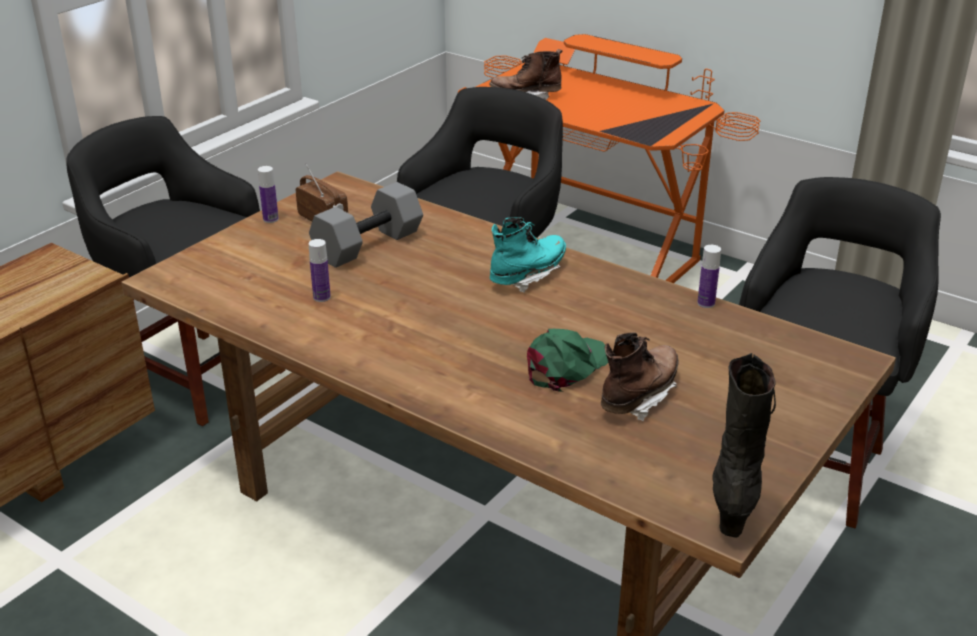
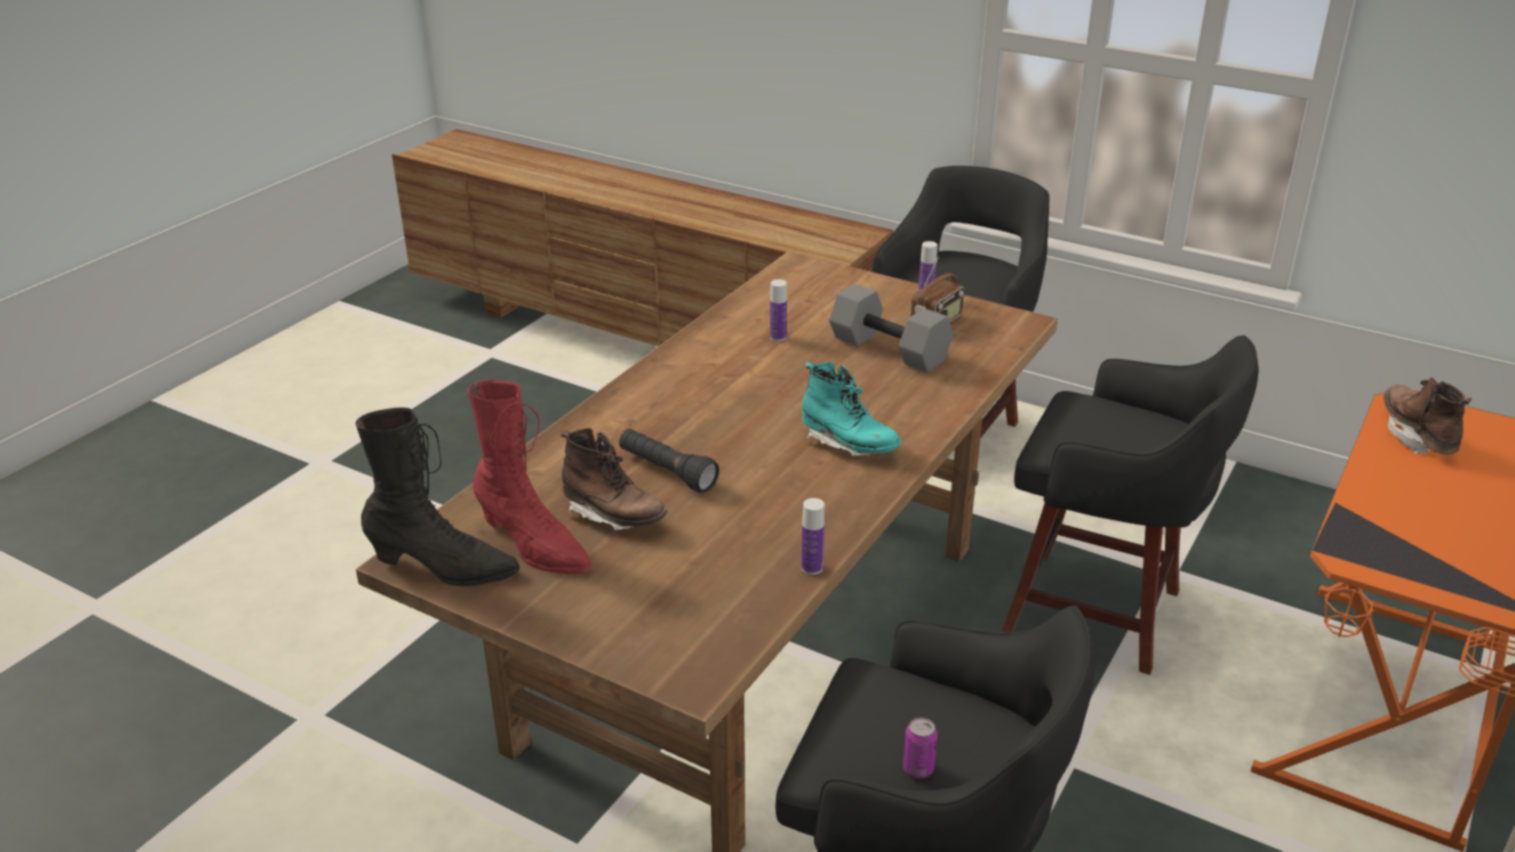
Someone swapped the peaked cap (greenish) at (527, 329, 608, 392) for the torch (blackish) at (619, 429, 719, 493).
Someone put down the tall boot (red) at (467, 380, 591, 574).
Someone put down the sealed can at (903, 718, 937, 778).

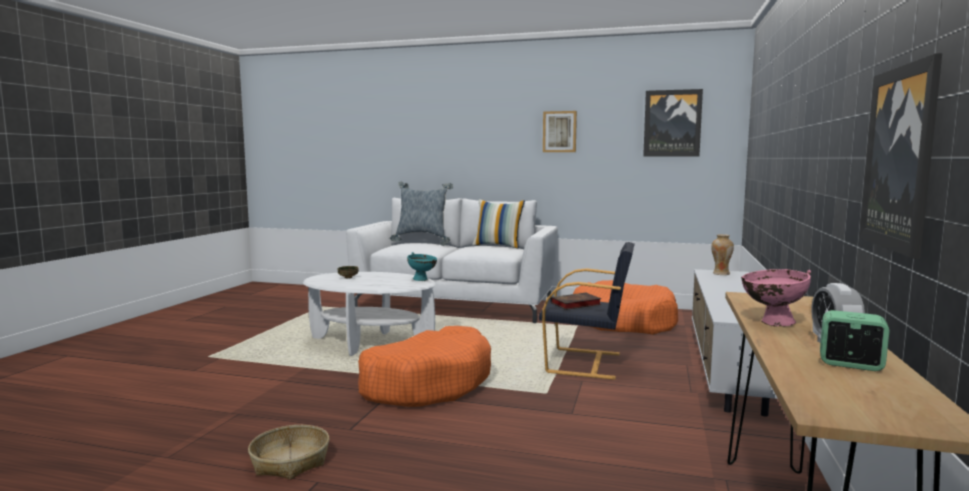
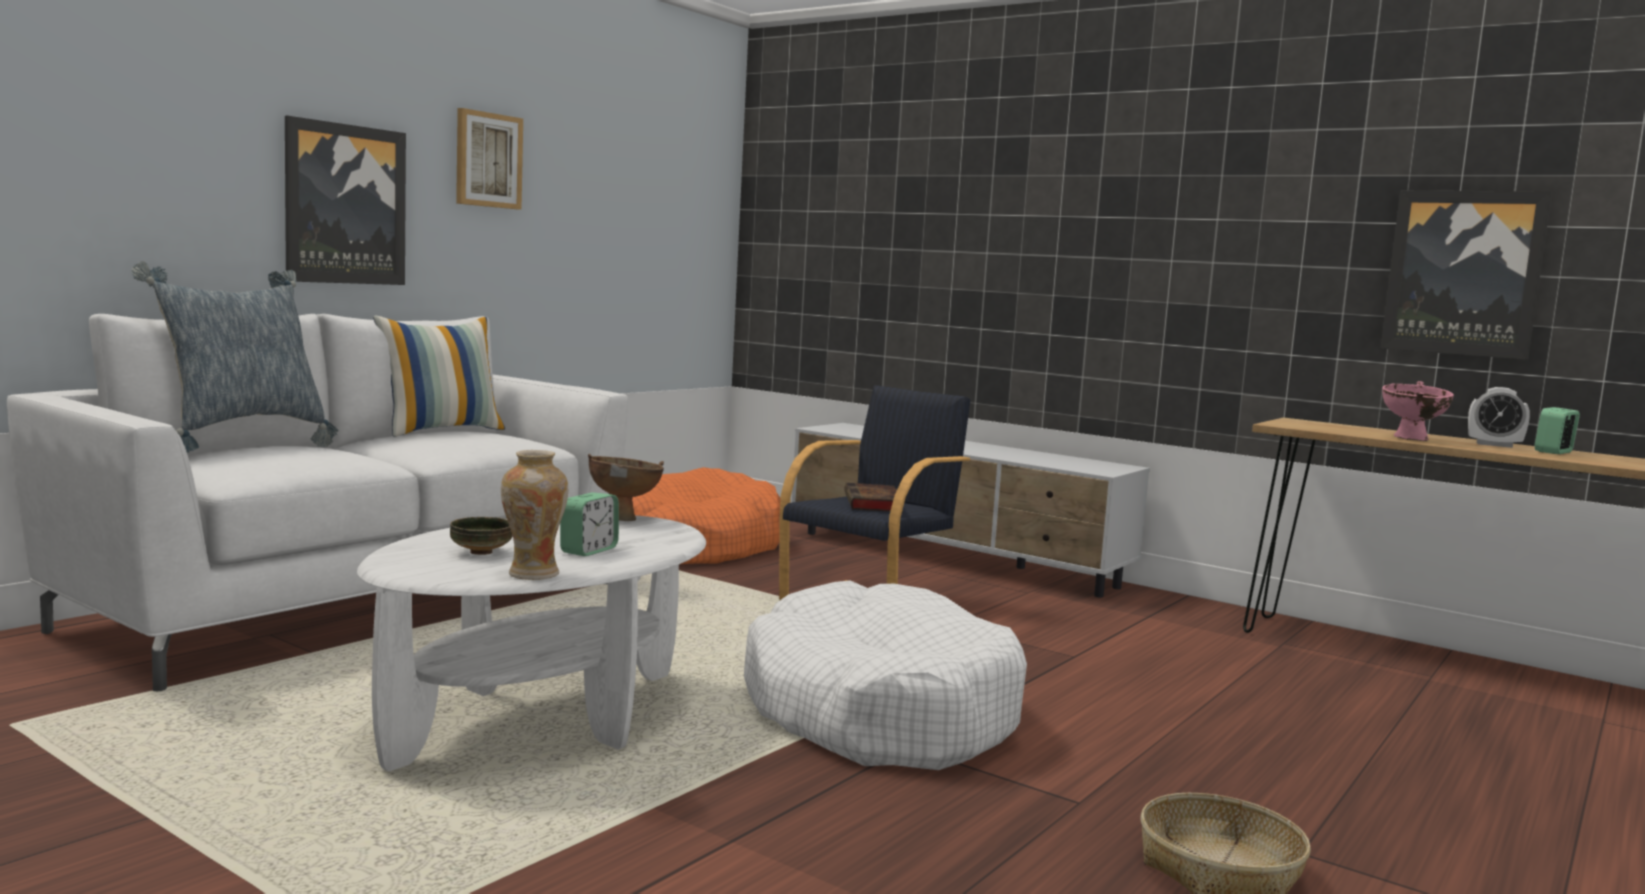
Someone repainted the pet bed (orange) at (358, 326, 491, 407), which became the pet bed (white-coloured) at (744, 580, 1027, 770).
Someone repainted the bowl (turquoise) at (407, 252, 437, 281), which became the bowl (brownish) at (588, 454, 664, 521).
Someone carried the wall art from (643, 89, 703, 156) to (285, 116, 406, 285).
Someone carried the vase from (711, 234, 734, 275) to (501, 450, 568, 580).
Someone put down the alarm clock at (560, 492, 619, 556).

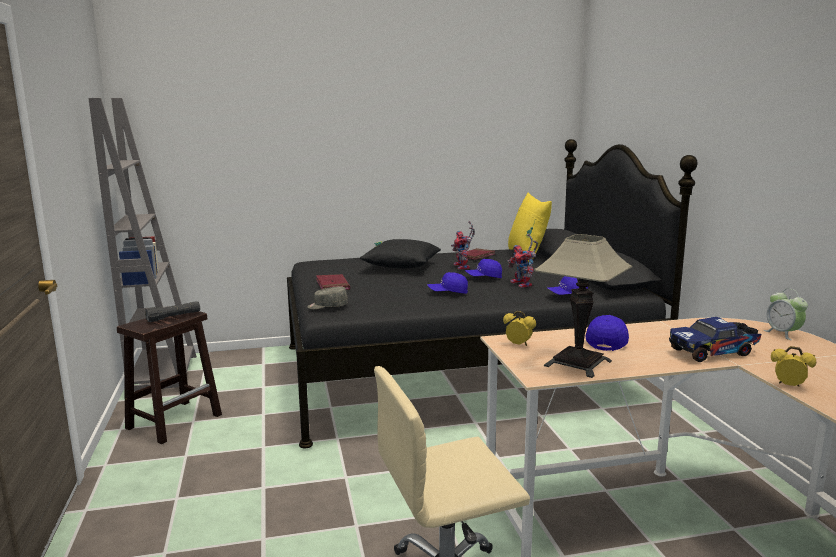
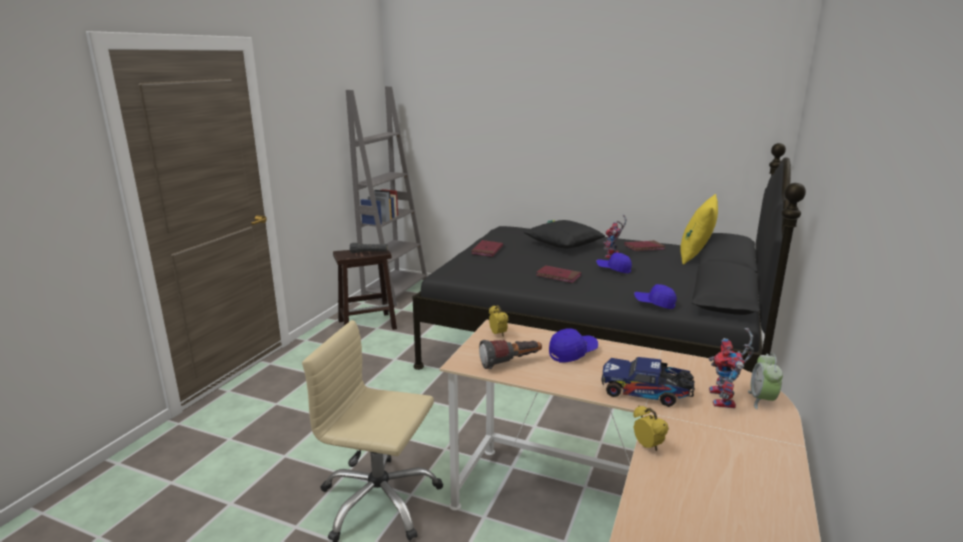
Someone took away the peaked cap (greyish) at (307, 286, 348, 309).
Someone swapped the peaked cap (blue-coloured) at (427, 272, 468, 294) for the book (red) at (536, 265, 581, 283).
Someone carried the robot figure from (507, 234, 538, 288) to (709, 328, 754, 408).
Someone swapped the table lamp at (534, 234, 632, 378) for the torch at (479, 340, 542, 369).

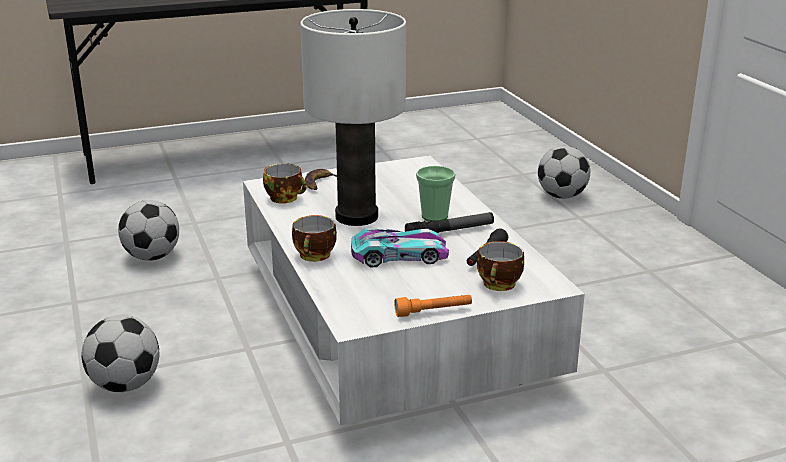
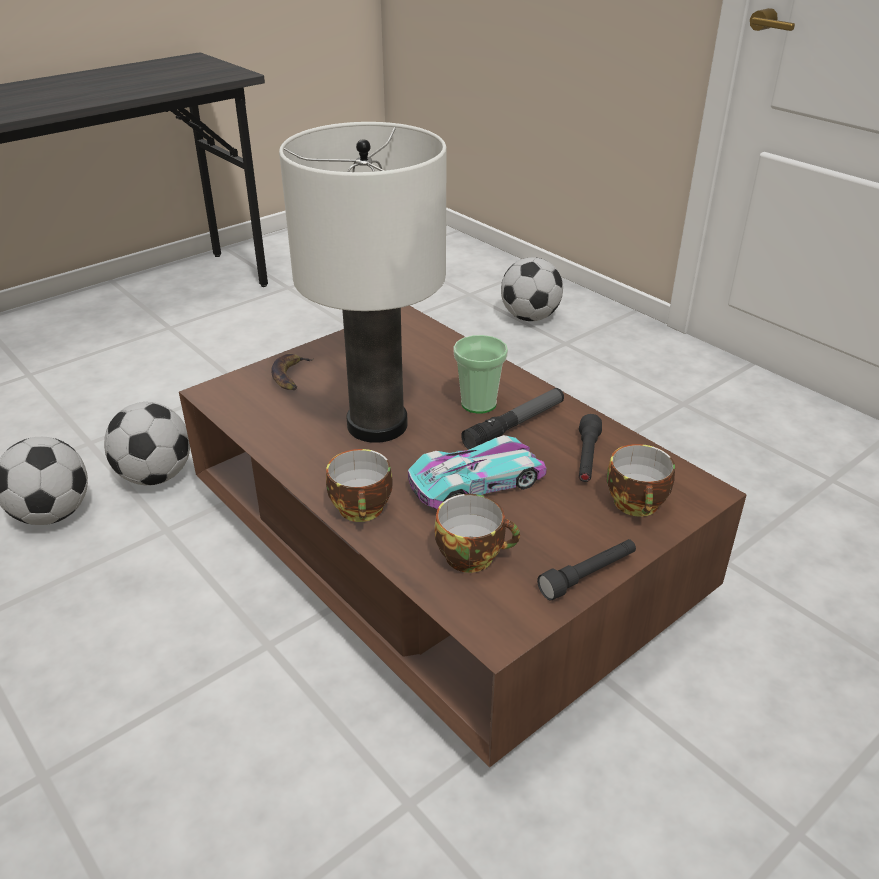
Someone carried the football from (82, 315, 160, 392) to (104, 402, 190, 485).
Someone repainted the lounge table (white-coloured) at (243, 155, 585, 425), which became the lounge table (brownish) at (179, 305, 746, 767).
Someone carried the drinking cup from (263, 163, 307, 204) to (434, 494, 520, 573).
Someone repainted the torch (orange) at (394, 295, 472, 317), which became the torch (blackish) at (537, 539, 636, 600).

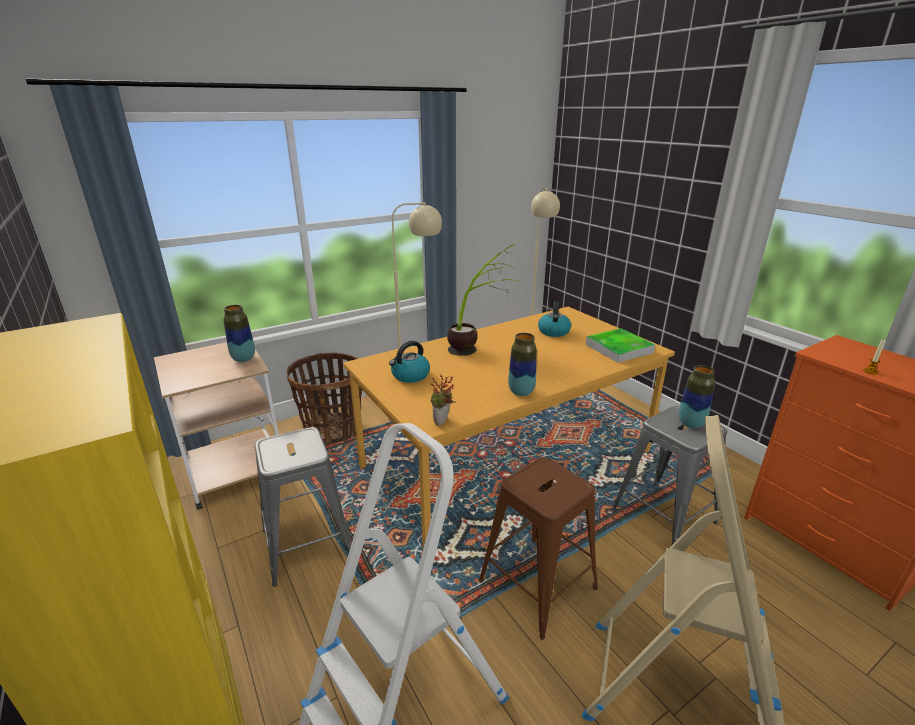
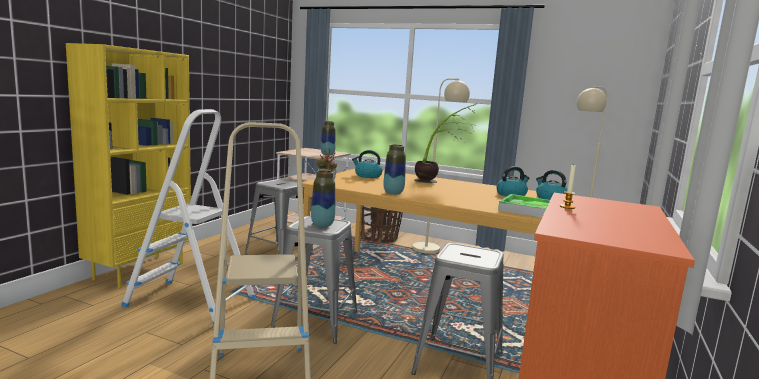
Someone repainted the sitting stool (brownish) at (479, 457, 598, 639), which became the sitting stool (greyish) at (271, 216, 357, 343).
Someone carried the vase from (679, 365, 715, 428) to (311, 170, 335, 227).
Someone put down the tea kettle at (536, 170, 567, 200).

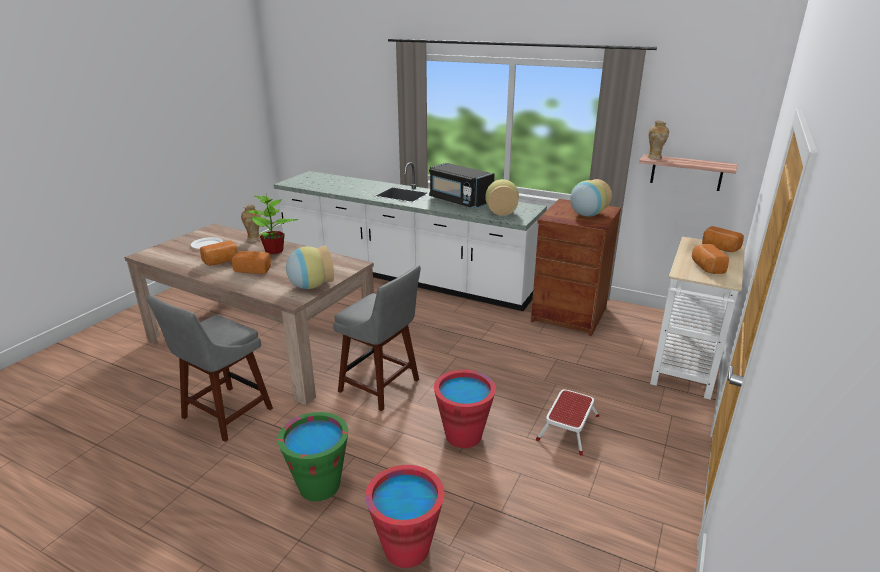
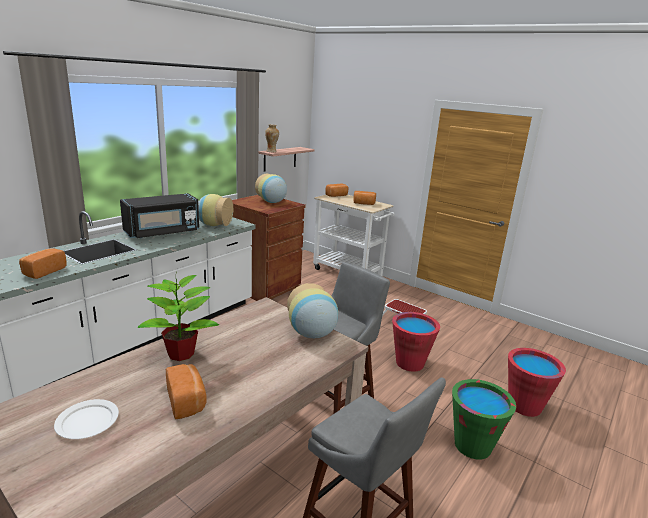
Someone carried the bakery bread from (232, 251, 271, 274) to (19, 248, 67, 279).
Someone took away the vase at (241, 205, 261, 242).

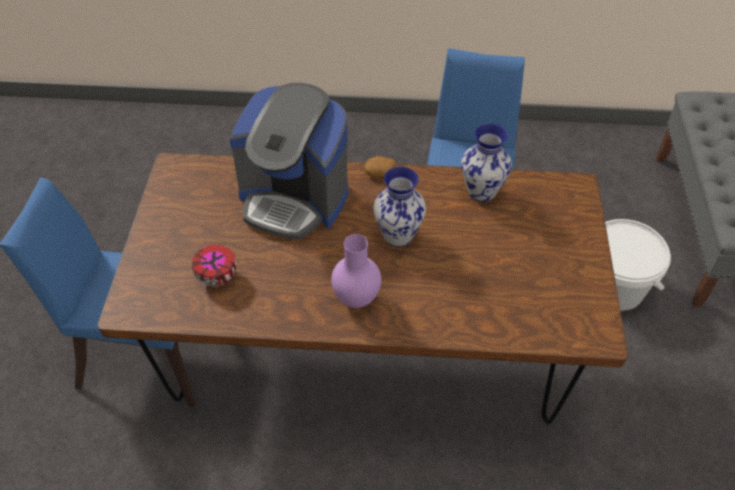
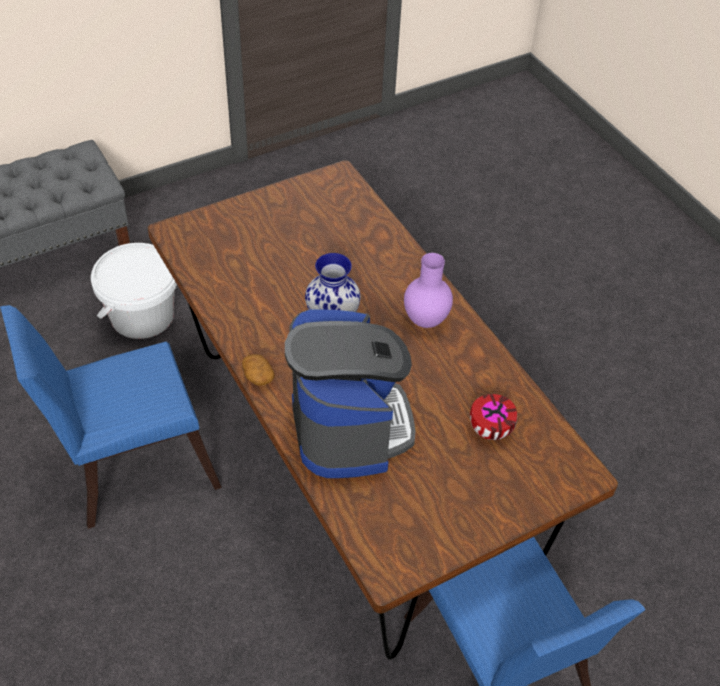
Someone took away the vase at (461, 123, 512, 202).

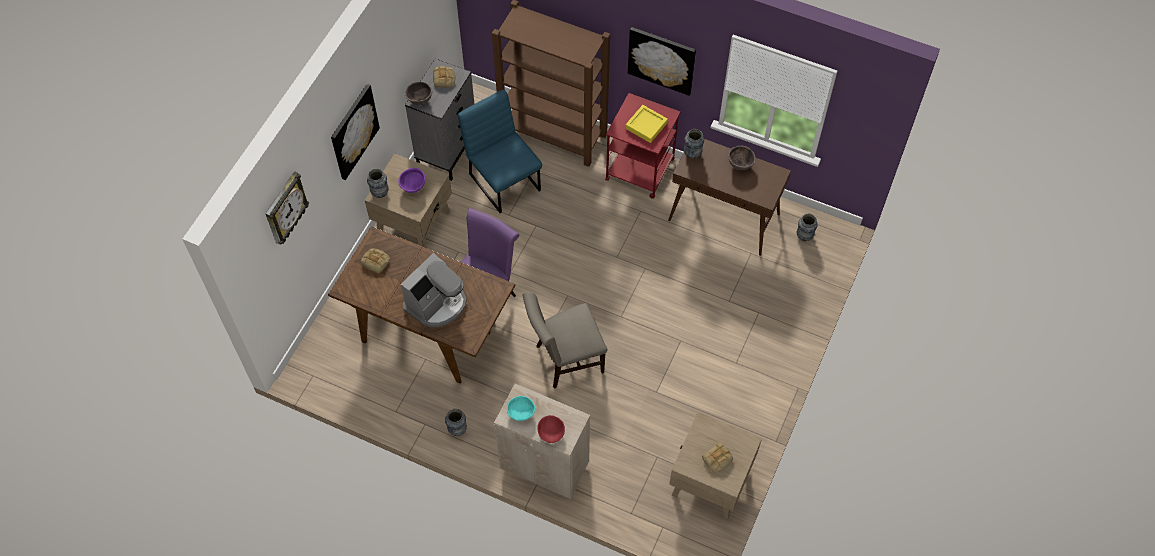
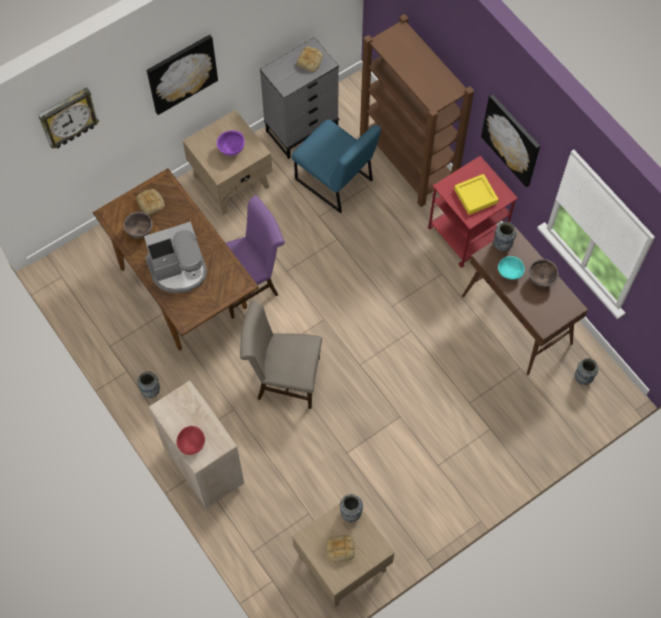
Someone carried the vase from (367, 169, 389, 198) to (340, 494, 363, 522).
Someone carried the bowl (brownish) from (405, 81, 432, 105) to (123, 212, 153, 239).
Someone rotated the plain chair (blue-coloured) at (458, 89, 542, 213) by 135 degrees clockwise.
Someone carried the bowl (turquoise) from (507, 396, 535, 421) to (498, 256, 525, 280).

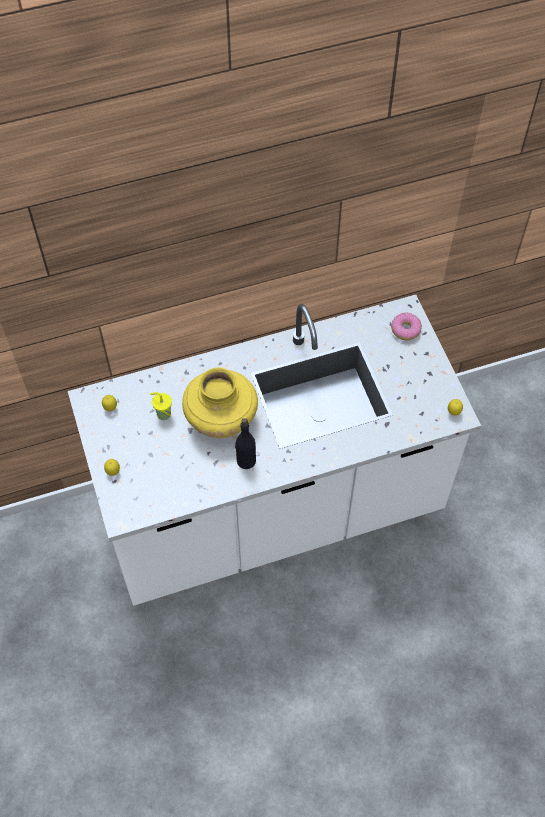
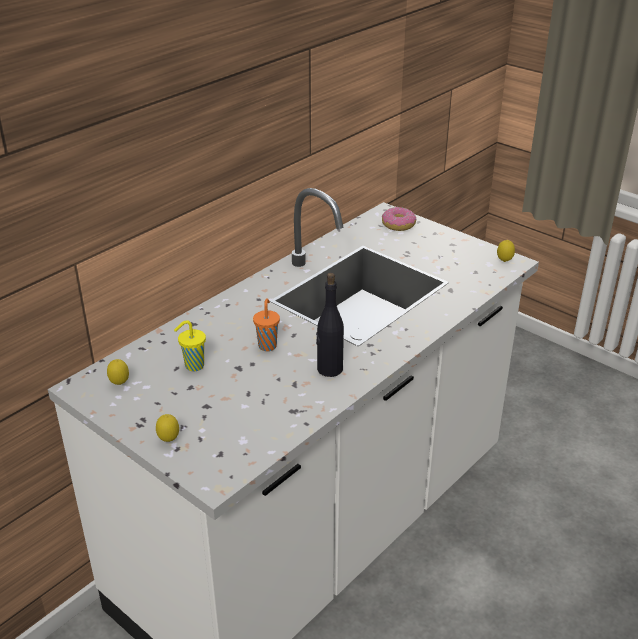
Someone swapped the vase (yellowish) at (182, 367, 258, 438) for the drinking cup (orange) at (253, 298, 280, 351).

